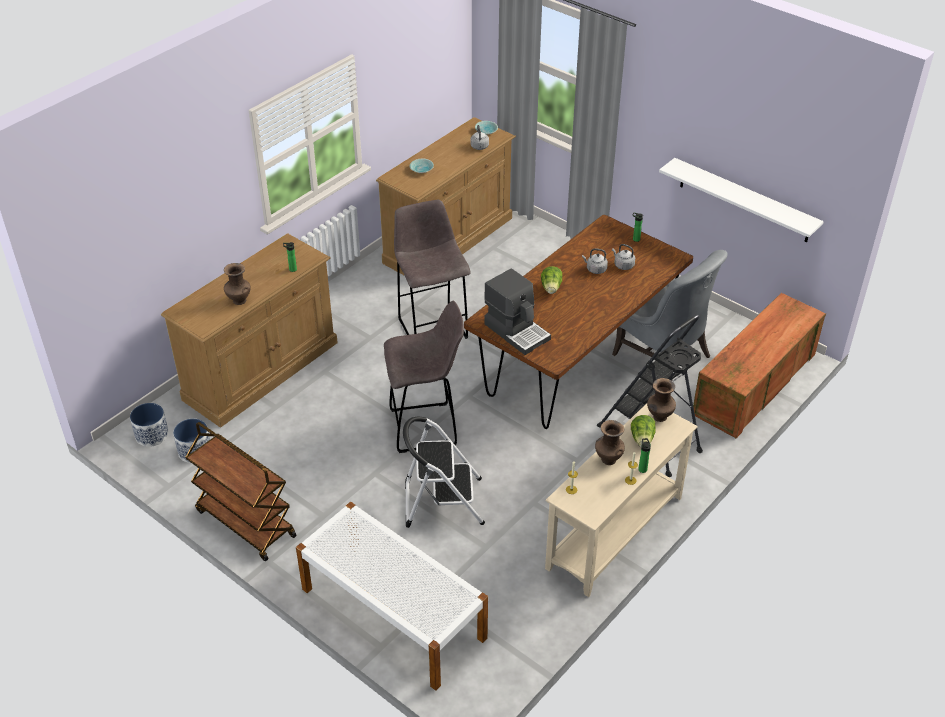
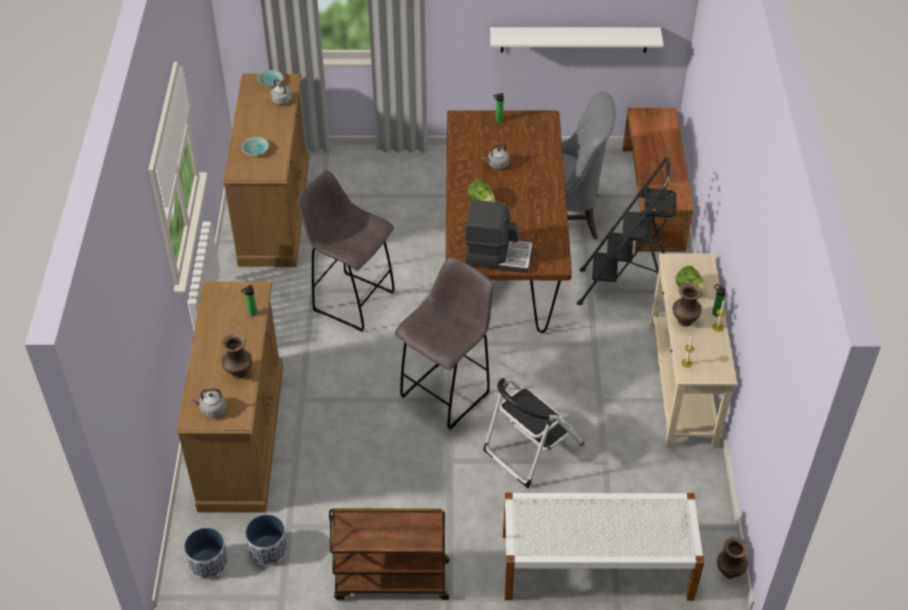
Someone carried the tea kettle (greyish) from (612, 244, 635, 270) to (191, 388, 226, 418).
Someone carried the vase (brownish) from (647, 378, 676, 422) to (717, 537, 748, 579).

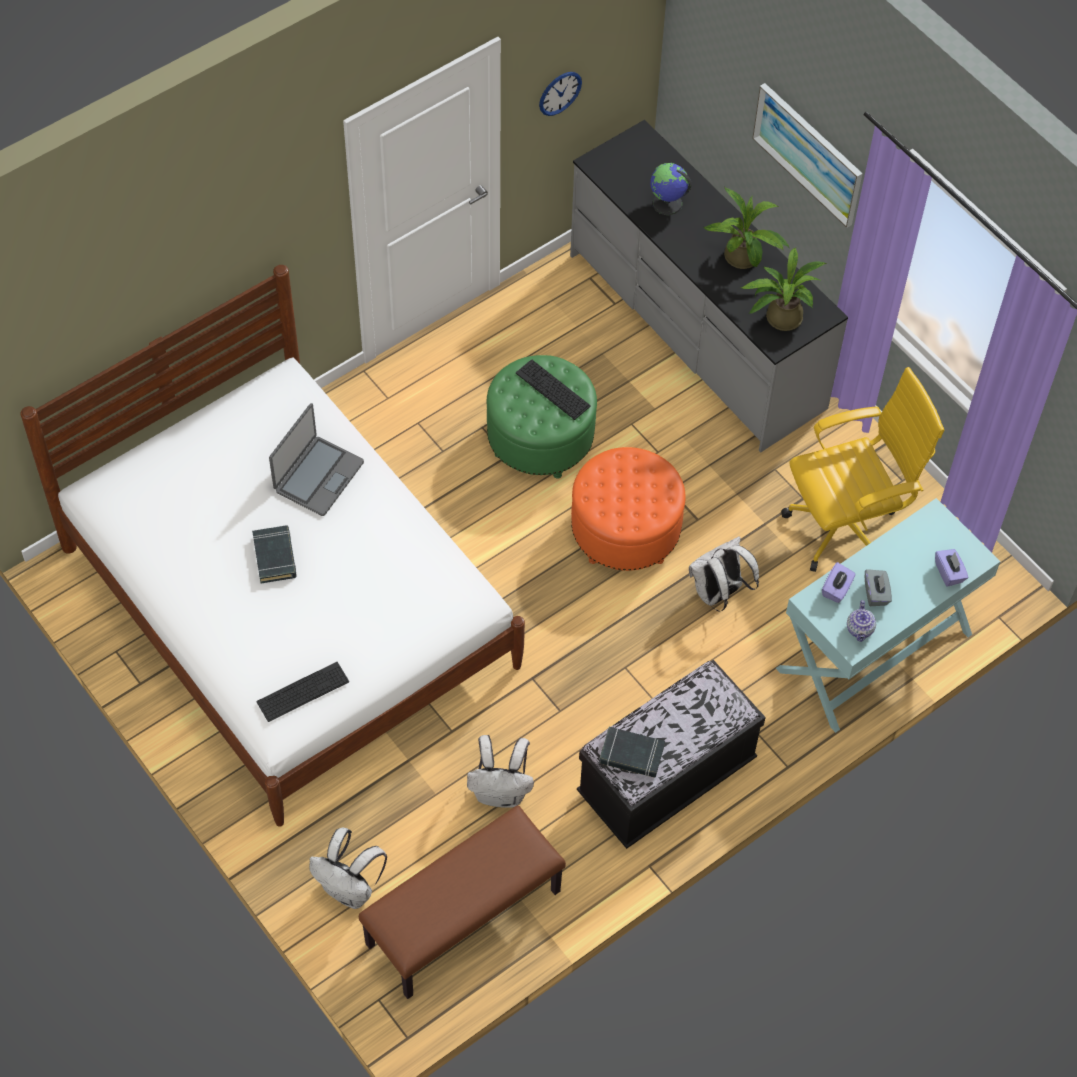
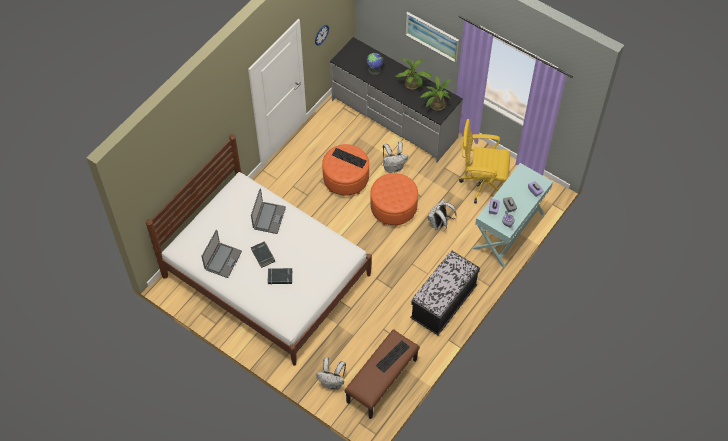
Someone carried the keyboard from (256, 662, 349, 722) to (376, 340, 410, 373).
Someone carried the rucksack (white-coloured) from (467, 735, 534, 808) to (383, 142, 408, 173).
Someone repainted the footrest (greenish) at (487, 355, 597, 479), which became the footrest (orange) at (322, 144, 369, 196).
Someone carried the book (blackish) from (599, 727, 665, 778) to (268, 268, 292, 284).
Someone rotated the computer chair (yellowish) at (781, 367, 944, 572) by 135 degrees counterclockwise.
Someone put down the notebook computer at (202, 230, 242, 278).

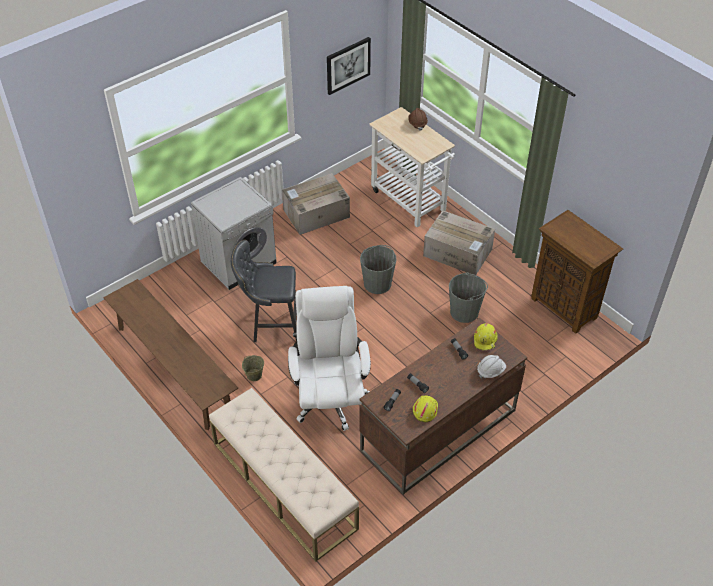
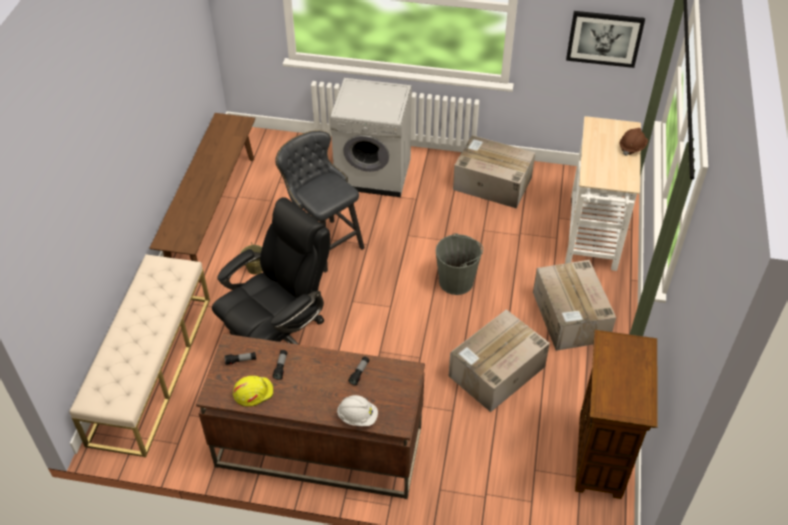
Someone repainted the computer chair (white-coloured) at (288, 286, 371, 431), which became the computer chair (blackish) at (212, 197, 330, 345).
Someone swapped the water bucket (greyish) at (449, 272, 488, 323) for the cardboard box at (449, 309, 550, 412).
Someone took away the safety helmet (yellowish) at (474, 323, 498, 350).

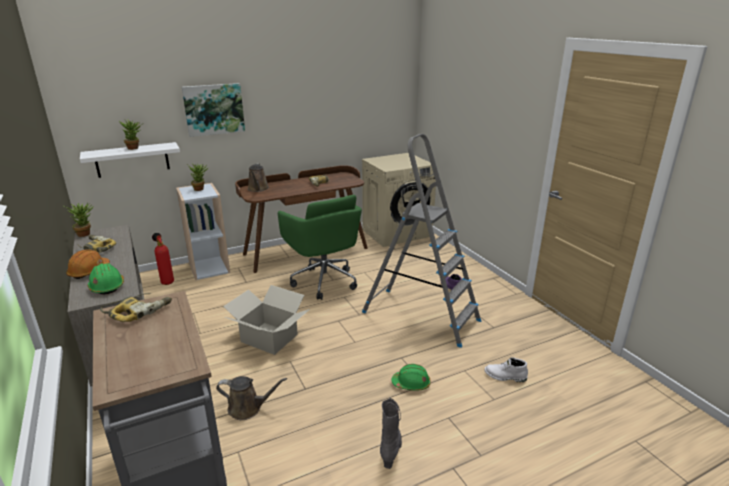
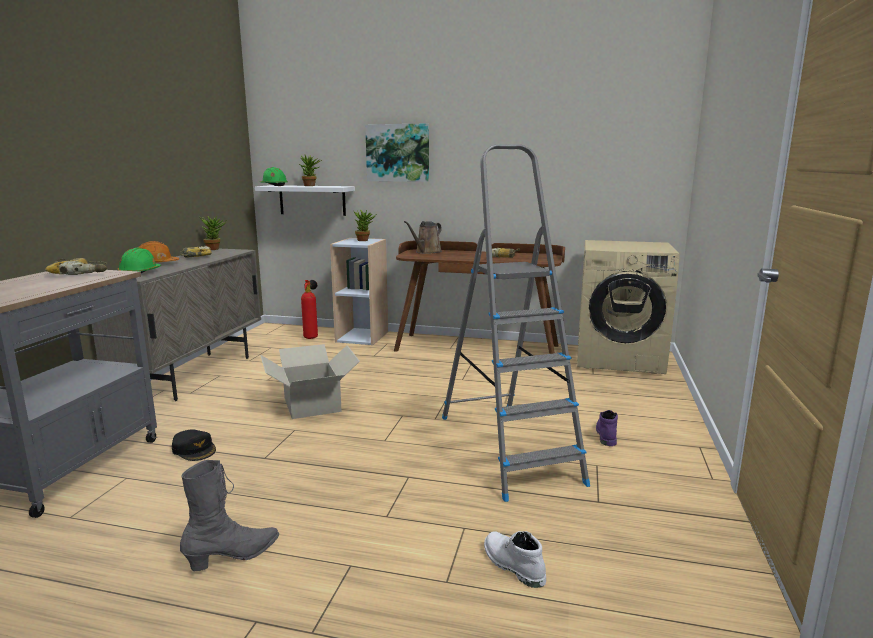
Someone swapped the sprinkling can (brownish) at (216, 376, 287, 420) for the peaked cap (blackish) at (172, 429, 216, 461).
Someone took away the computer chair (greenish) at (278, 195, 362, 300).
Someone carried the safety helmet (greenish) from (391, 364, 431, 391) to (260, 167, 288, 186).

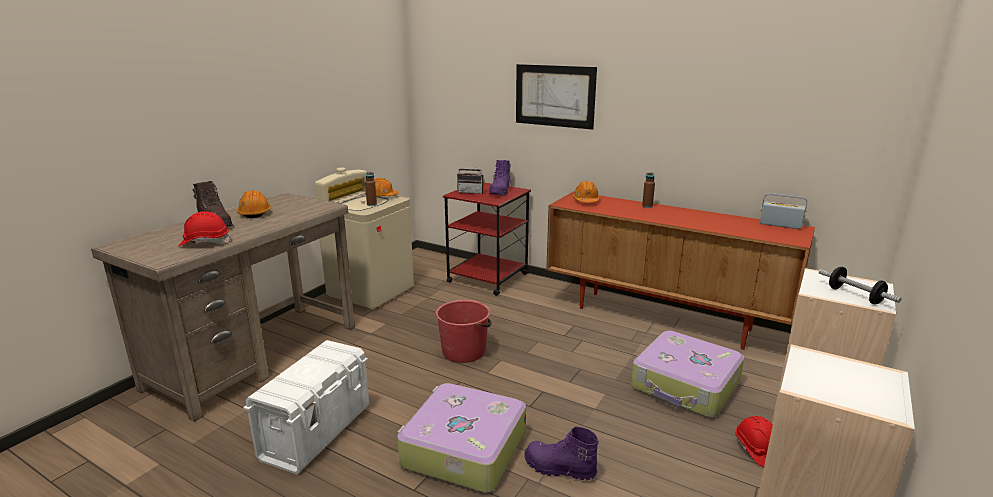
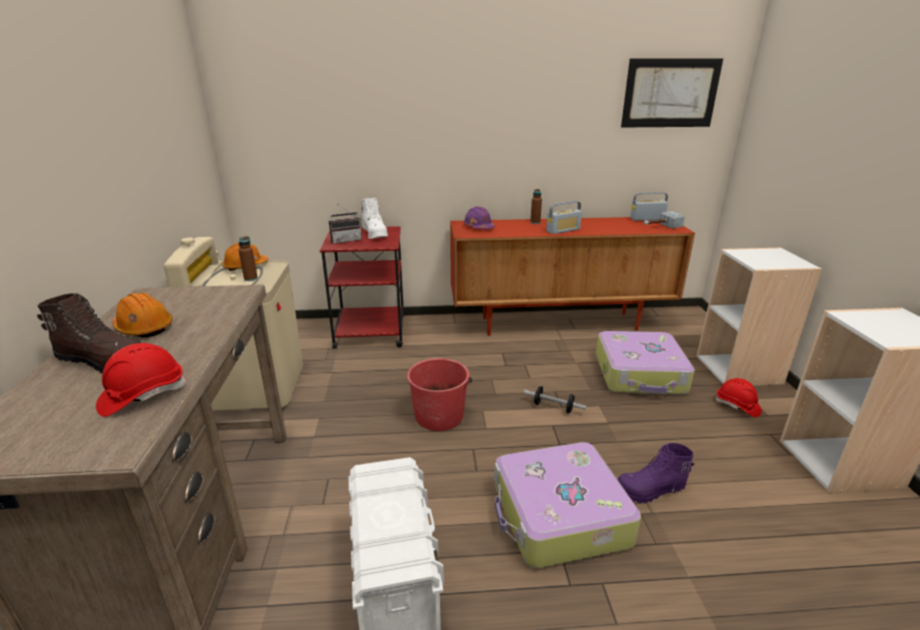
Someone repainted the tall boot (purple) at (489, 160, 511, 195), which became the tall boot (white-coloured) at (360, 198, 388, 239).
Someone carried the wall art from (516, 64, 597, 130) to (621, 58, 723, 127).
Someone repainted the safety helmet (orange) at (573, 181, 600, 203), which became the safety helmet (purple) at (463, 207, 495, 229).
Someone carried the free weight from (819, 267, 901, 304) to (524, 386, 586, 413).
Someone put down the radio receiver at (546, 201, 582, 234).
Someone put down the tool hammer at (644, 211, 685, 228).

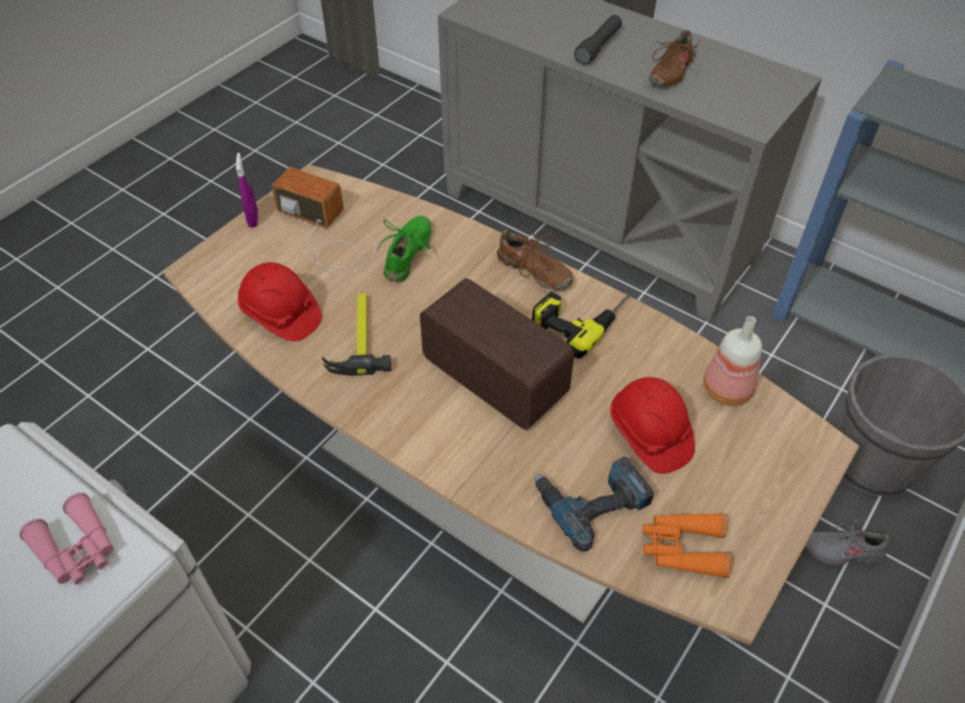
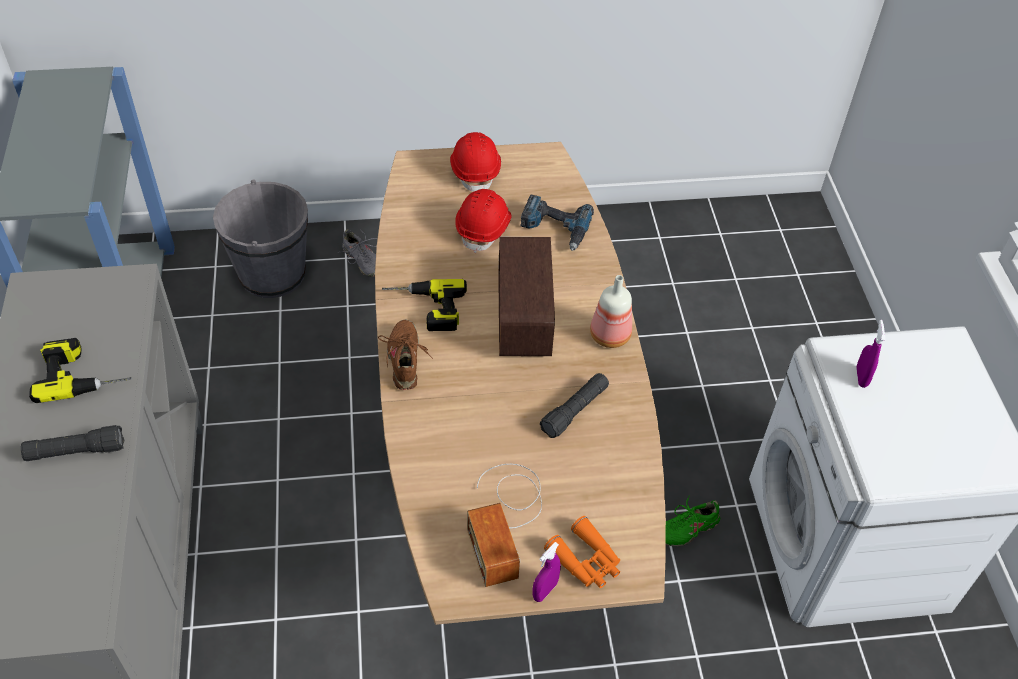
Someone swapped the pair of binoculars (pink) at (19, 492, 114, 585) for the hand sprayer (purple) at (856, 320, 885, 388).
Someone carried the safety helmet (red) from (238, 262, 322, 342) to (450, 132, 501, 191).
Someone swapped the tool hammer at (322, 293, 391, 376) for the torch (blackish) at (540, 373, 609, 438).
Someone carried the item of footwear (greenish) from (377, 216, 432, 282) to (666, 495, 720, 546).
Someone carried the pair of binoculars (orange) from (642, 513, 731, 578) to (544, 516, 620, 588).
Someone swapped the item of footwear (brownish) at (649, 29, 700, 87) for the power drill at (29, 338, 132, 403).
Someone carried the drink bottle from (703, 316, 762, 406) to (590, 275, 632, 348).

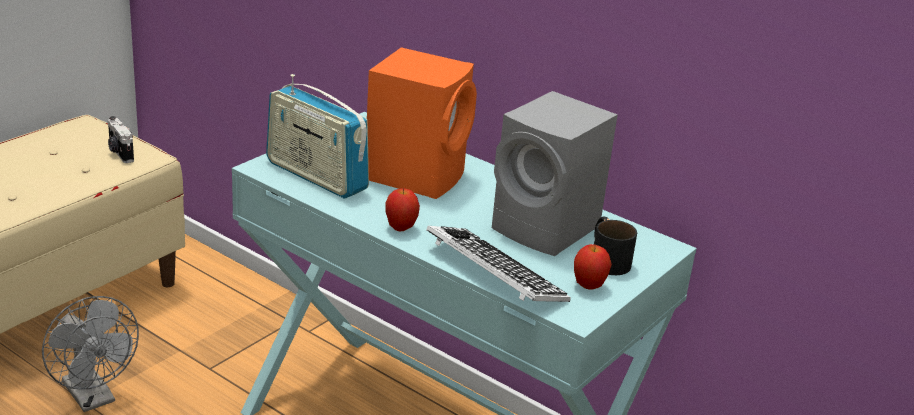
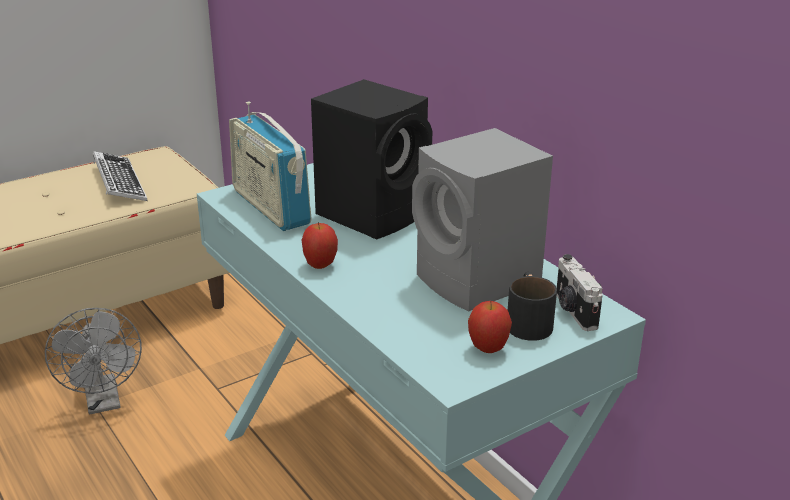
Someone carried the still camera from (107, 116, 134, 163) to (557, 254, 603, 331).
Someone repainted the audio speaker (orange) at (367, 47, 477, 199), which became the audio speaker (blackish) at (311, 79, 432, 240).
Someone carried the keyboard from (426, 226, 571, 302) to (93, 151, 147, 201).

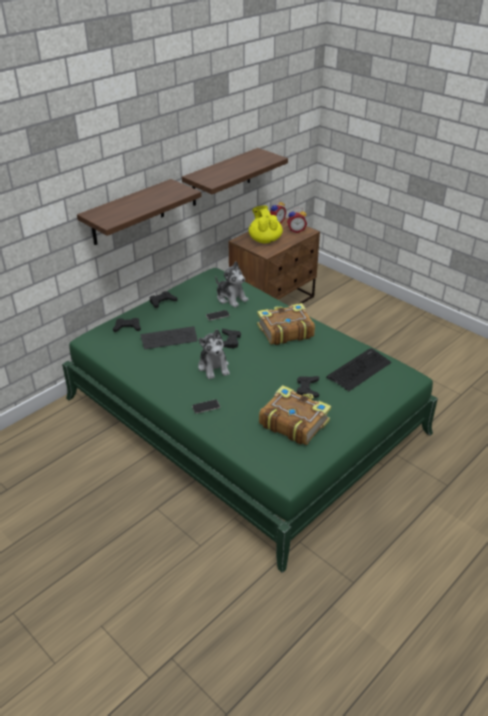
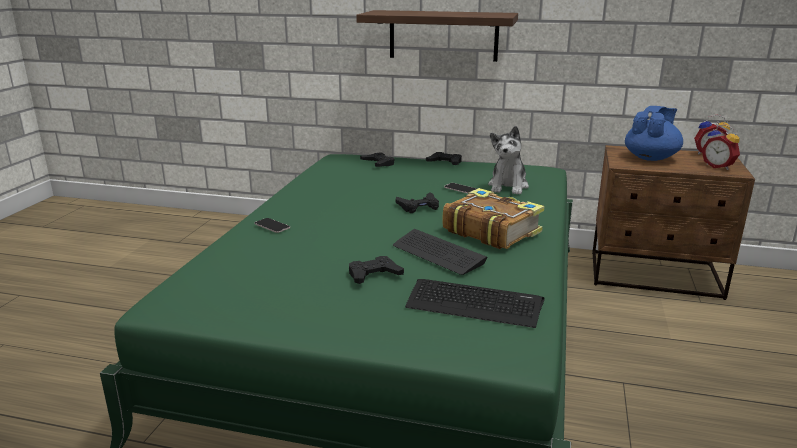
Someone carried the keyboard from (140, 326, 197, 349) to (393, 229, 488, 275).
Someone took away the bracket shelf at (182, 148, 288, 206).
Someone took away the plush toy at (198, 329, 230, 379).
Someone repainted the teapot (yellowish) at (249, 205, 283, 243), which became the teapot (blue-coloured) at (625, 106, 683, 161).
Someone took away the book at (259, 385, 331, 445).

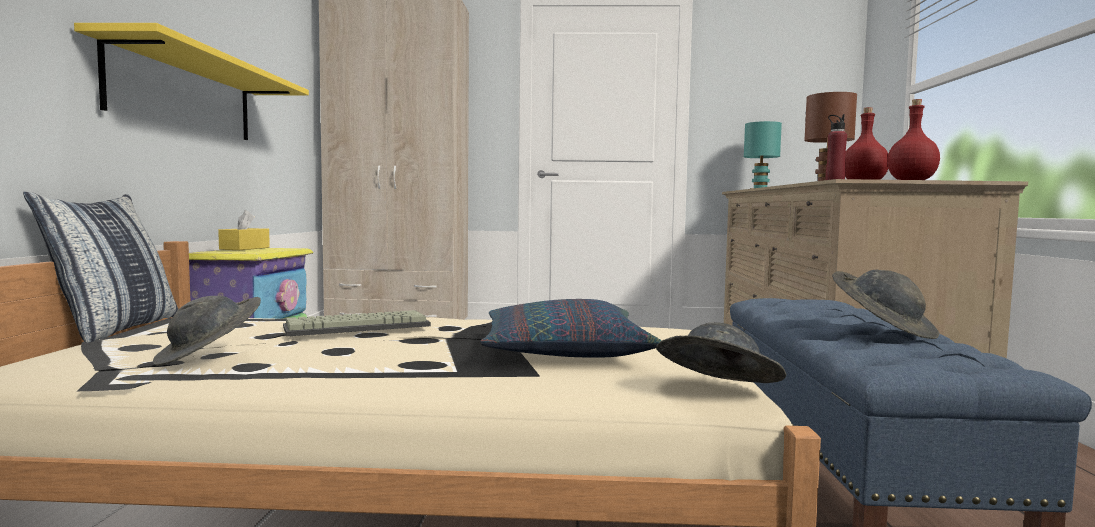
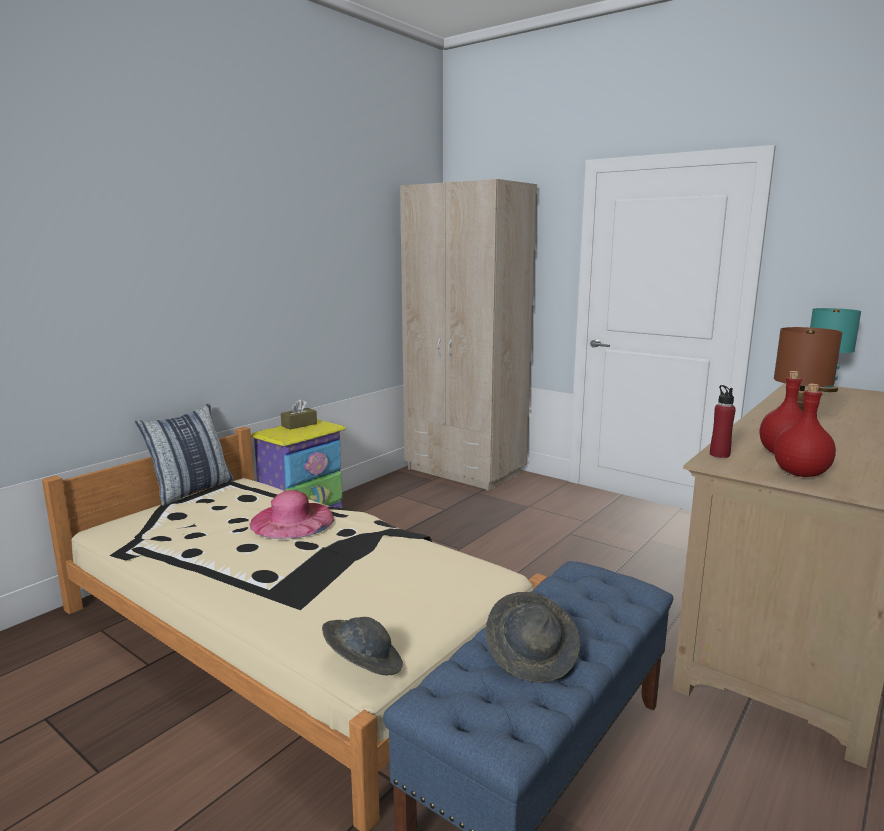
Someone took away the bracket shelf (yellowish) at (74, 23, 309, 140).
Someone took away the hat (greyish) at (153, 296, 261, 366).
Someone repainted the box of tissues (yellowish) at (218, 210, 270, 250), which became the box of tissues (brownish) at (281, 399, 317, 429).
Someone swapped the keyboard at (283, 310, 431, 336) for the hat (pink) at (249, 490, 334, 539).
Someone took away the pillow (blue-coloured) at (480, 299, 662, 358).

